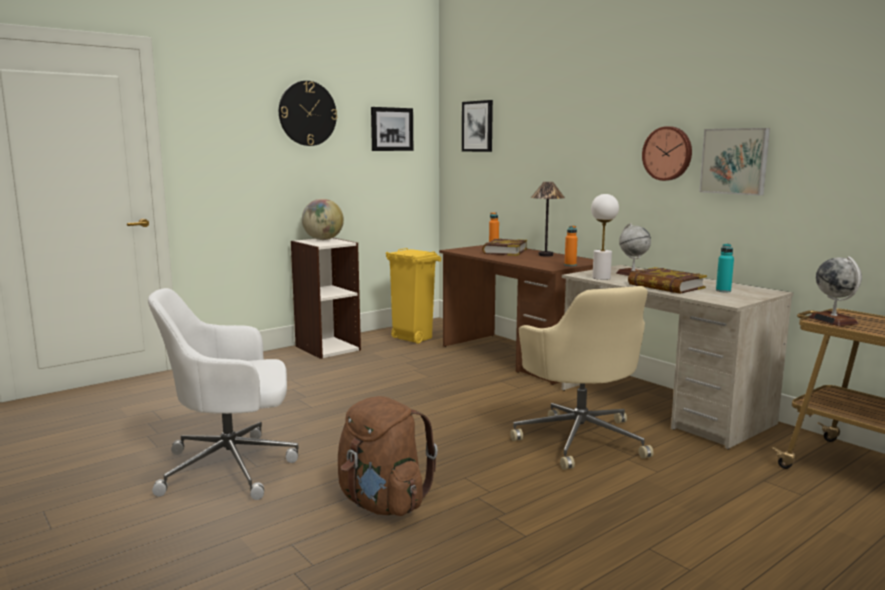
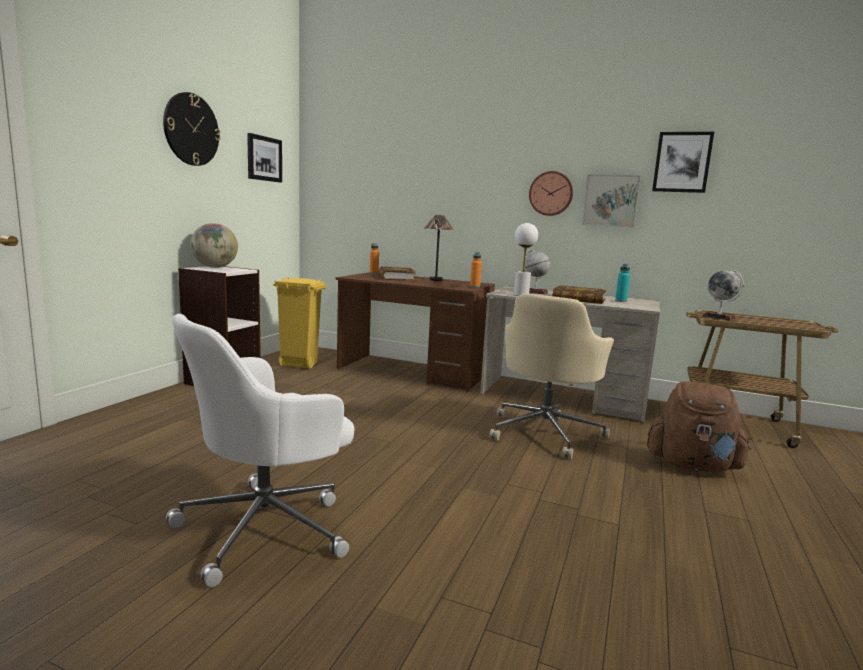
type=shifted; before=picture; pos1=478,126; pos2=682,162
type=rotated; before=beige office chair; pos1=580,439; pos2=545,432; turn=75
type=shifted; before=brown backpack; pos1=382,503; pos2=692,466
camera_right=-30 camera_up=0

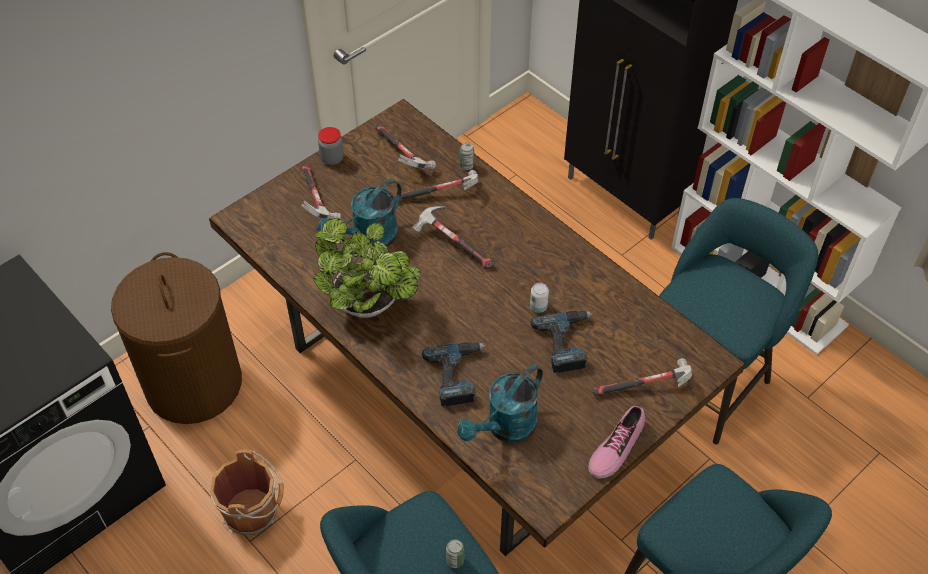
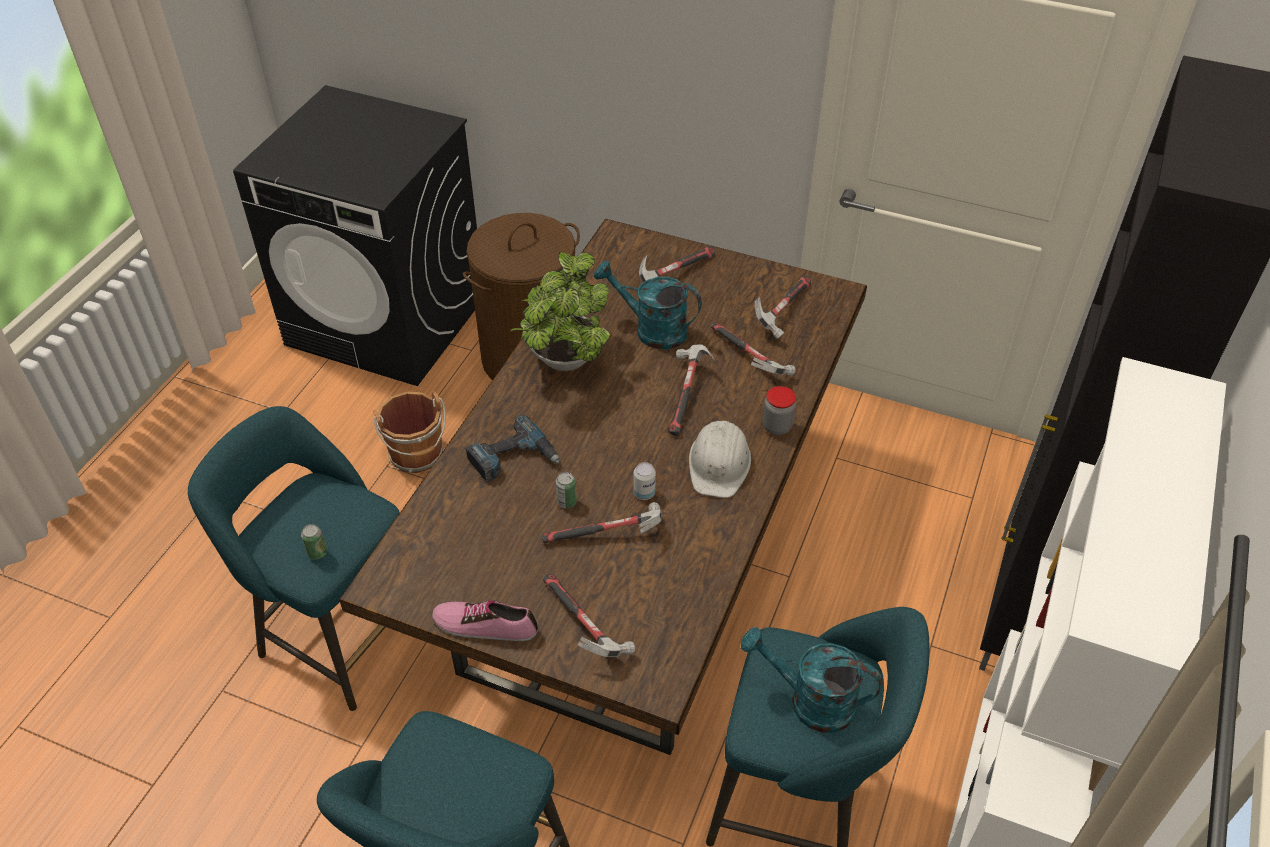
type=shifted; before=jar; pos1=332,158; pos2=777,426
type=shifted; before=can; pos1=466,166; pos2=566,502
type=swapped; before=power drill; after=hammer; pos1=567,343; pos2=607,535
type=shifted; before=turquoise watering can; pos1=505,428; pos2=810,701
type=new; after=white hard hat; pos2=719,463
camera_right=65 camera_up=-5

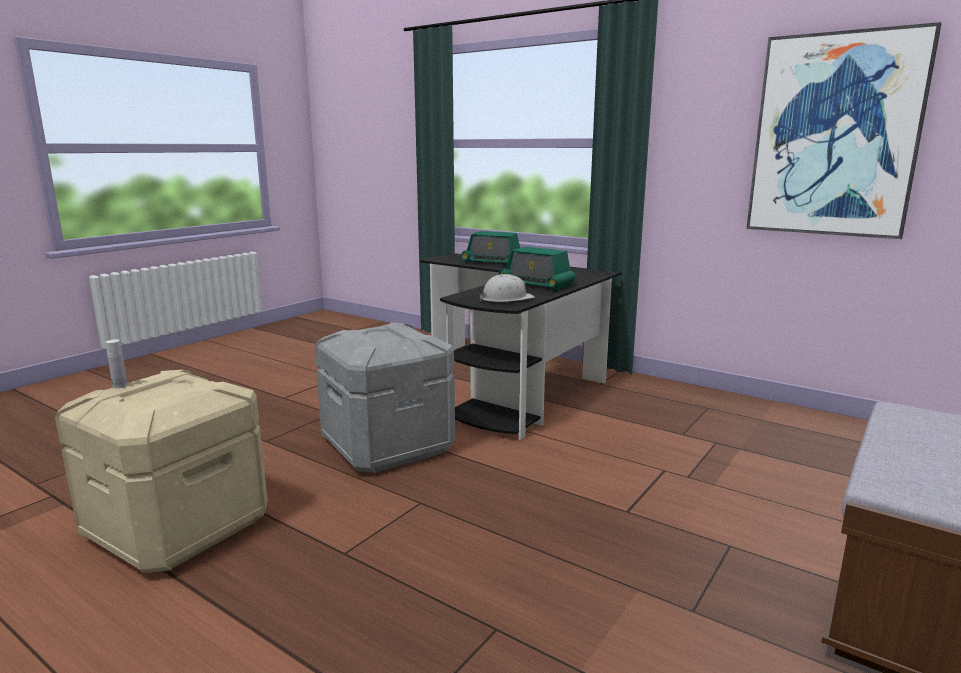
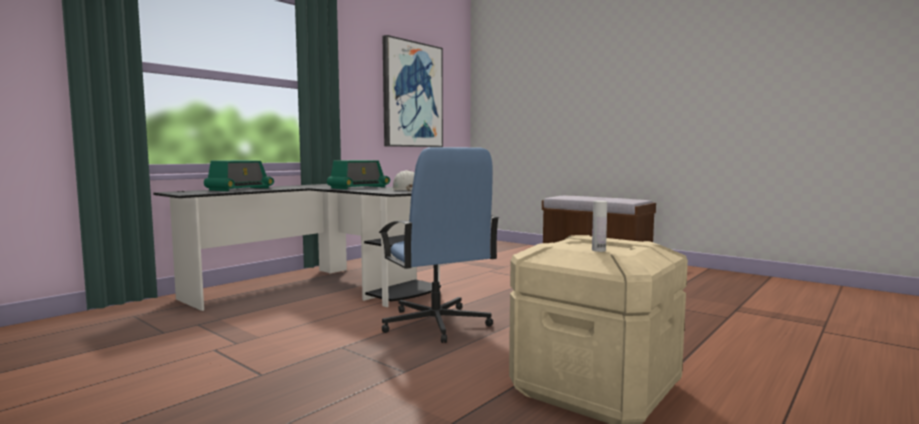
type=swapped; before=grey storage box; after=blue office chair; pos1=387,445; pos2=436,324
camera_right=-85 camera_up=-10

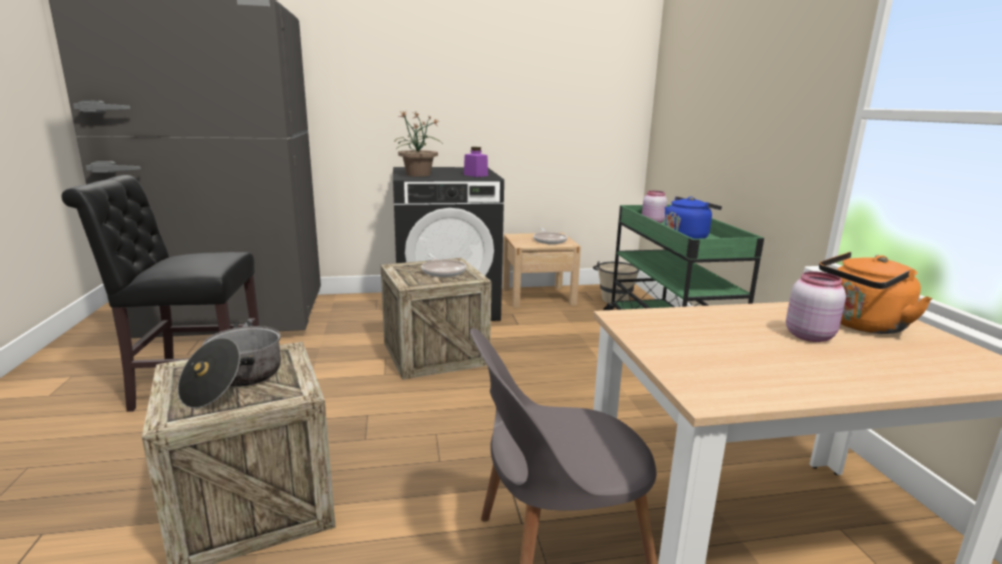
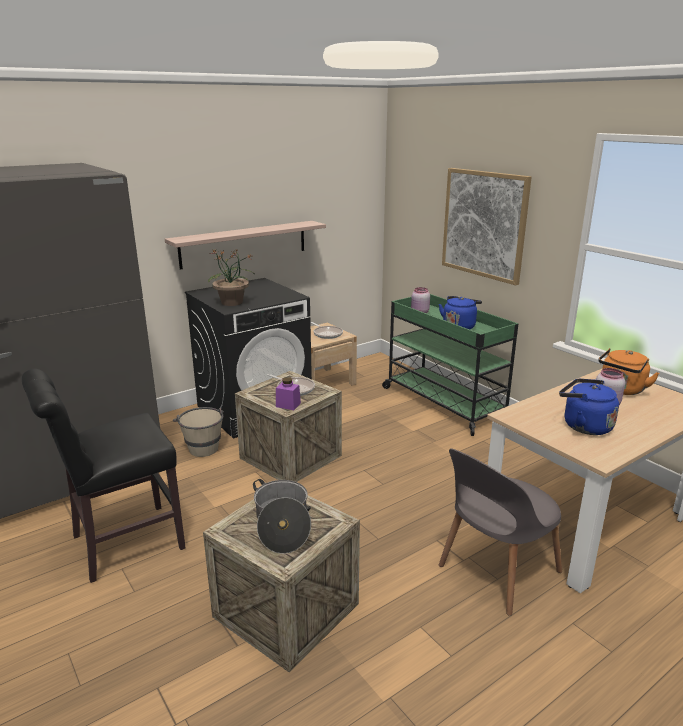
type=shifted; before=purple jar; pos1=475,175; pos2=288,405
type=shifted; before=beige bucket; pos1=614,297; pos2=202,446
type=new; after=picture; pos2=484,224
type=new; after=shelf; pos2=244,244
type=new; after=blue kettle; pos2=584,426
camera_right=-25 camera_up=5

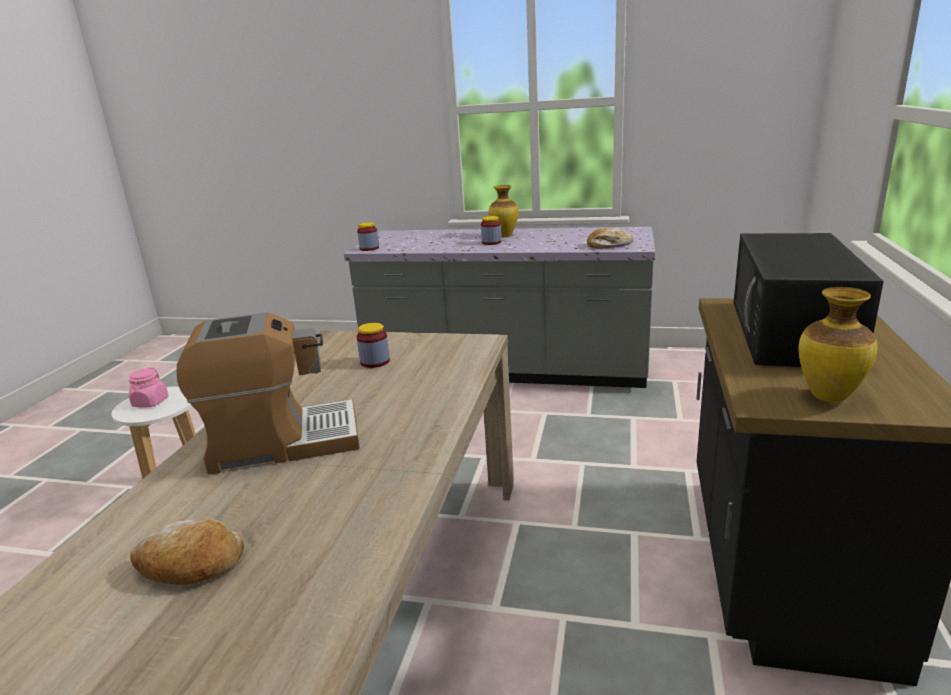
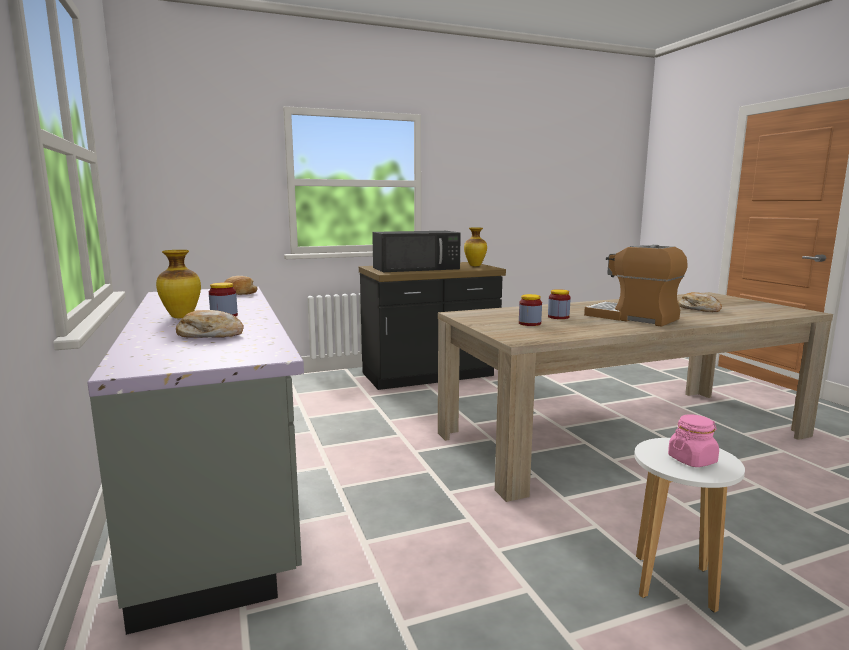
type=shifted; before=jar; pos1=369,248; pos2=558,317
type=new; after=bread; pos2=210,335
camera_right=-125 camera_up=-10

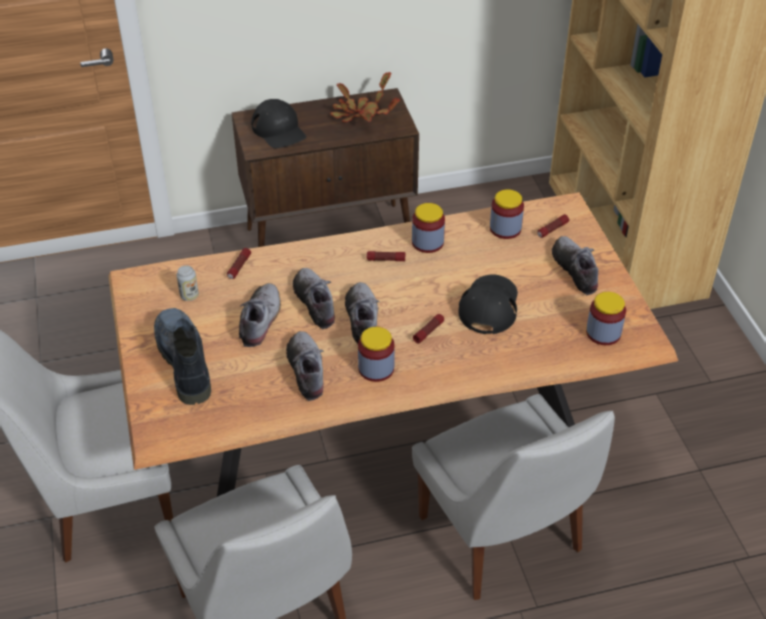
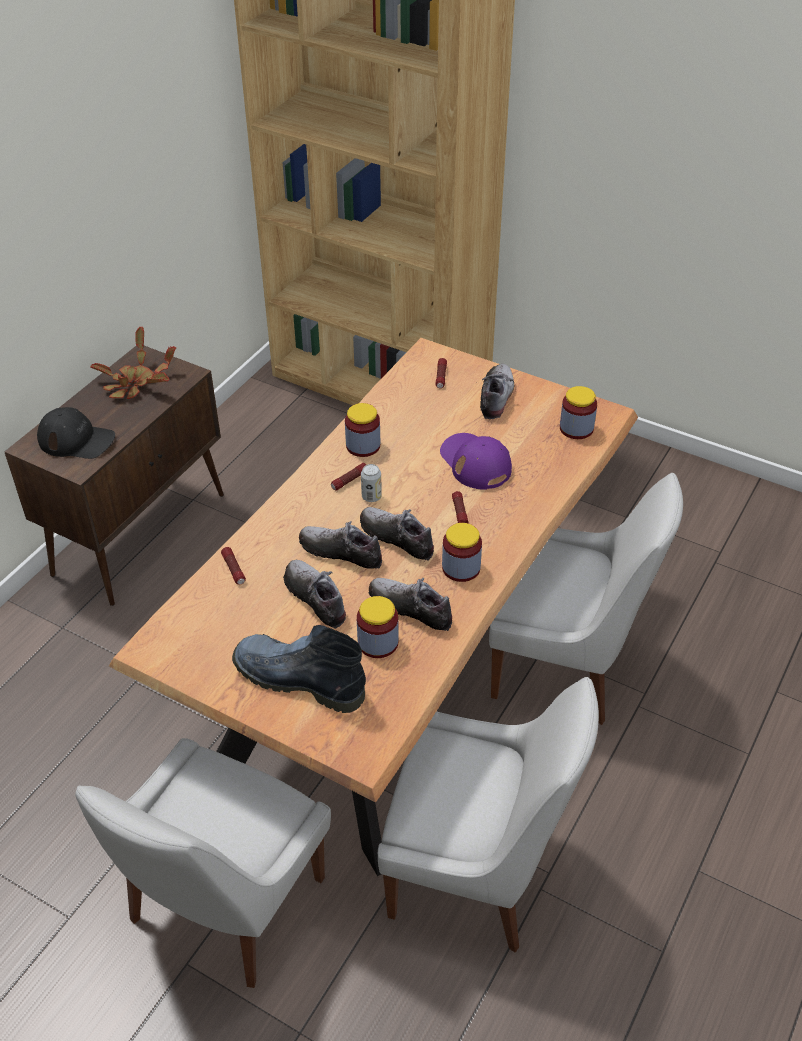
type=shifted; before=jar; pos1=505,229; pos2=378,642
type=rotated; before=shoe; pos1=575,269; pos2=496,396; turn=75
type=shifted; before=can; pos1=189,296; pos2=371,497
type=repainted; before=black cap; after=purple cap; pos1=489,306; pos2=475,462
camera_right=-45 camera_up=0

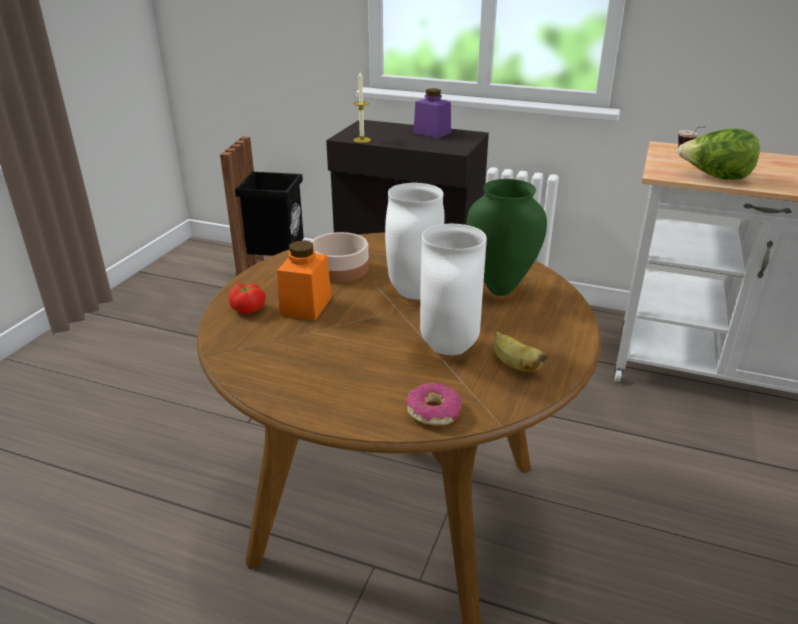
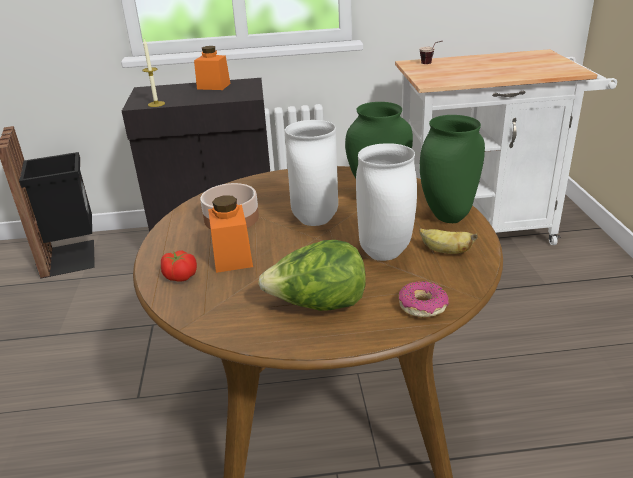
type=repainted; before=purple jar; after=orange jar; pos1=432,132; pos2=213,86
type=shifted; before=lettuce; pos1=715,177; pos2=318,306
type=new; after=green vase; pos2=447,216
camera_right=-25 camera_up=0

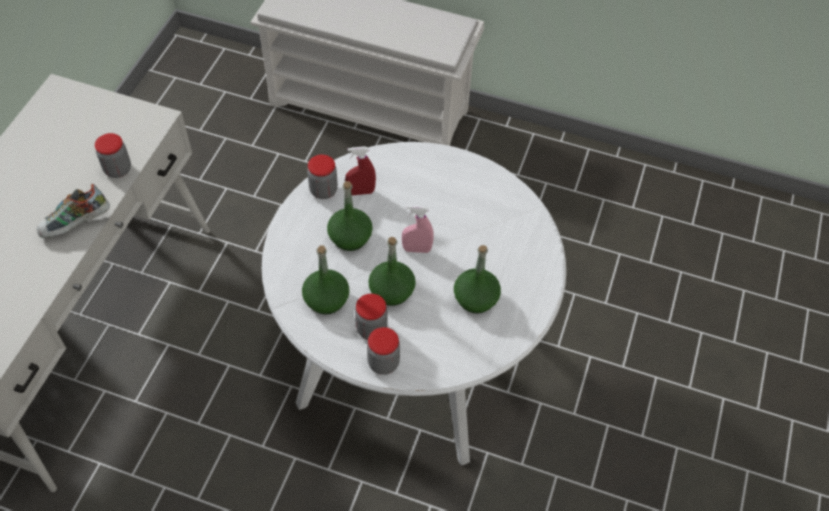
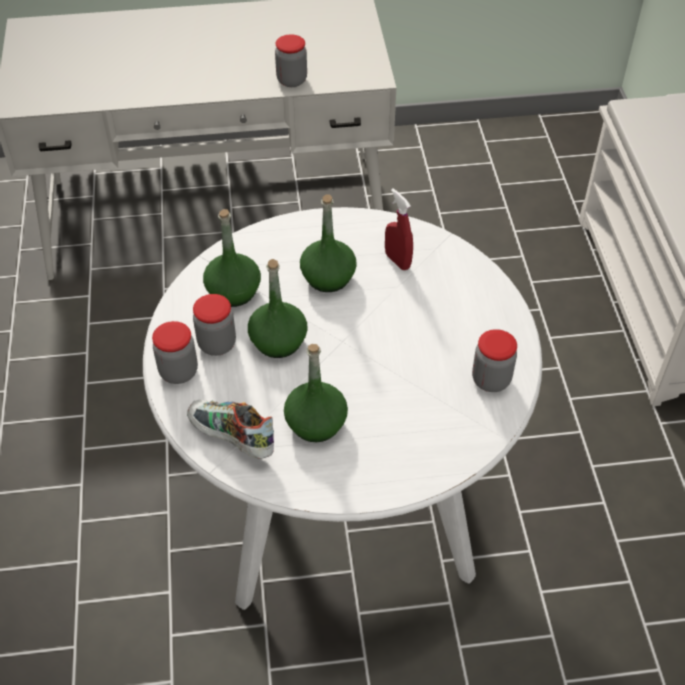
type=shifted; before=jar; pos1=323,190; pos2=491,380
type=shifted; before=shoe; pos1=76,225; pos2=231,438
type=gone; before=pink spray bottle; pos1=417,249
camera_right=65 camera_up=-5

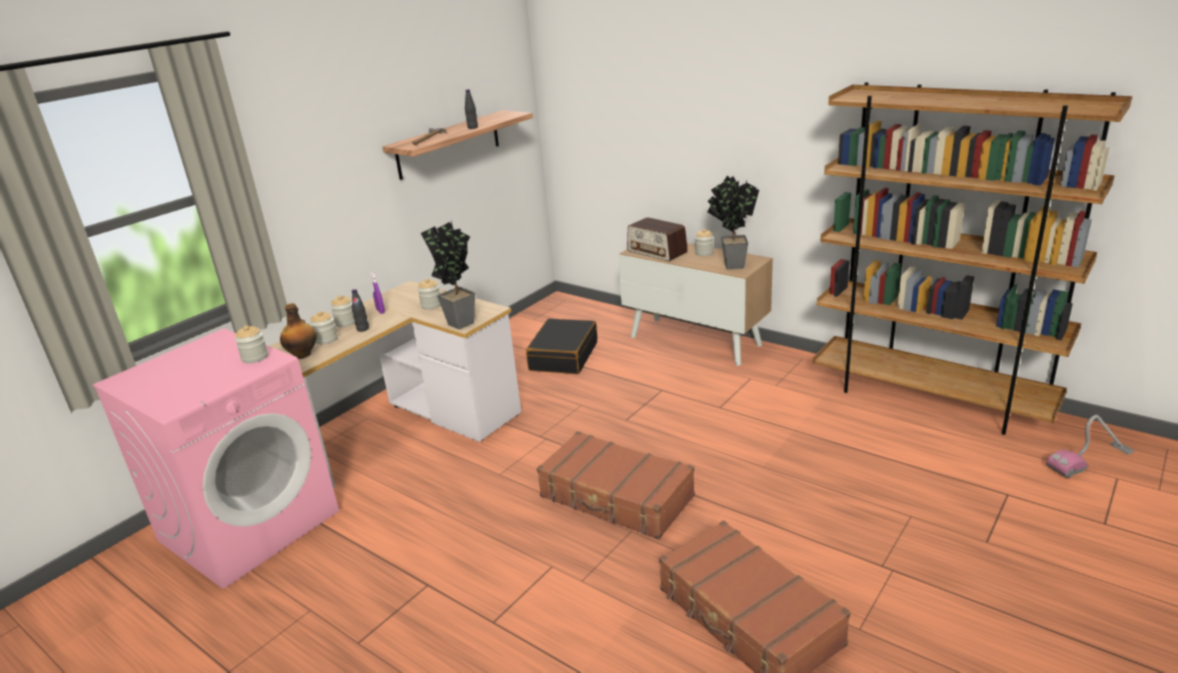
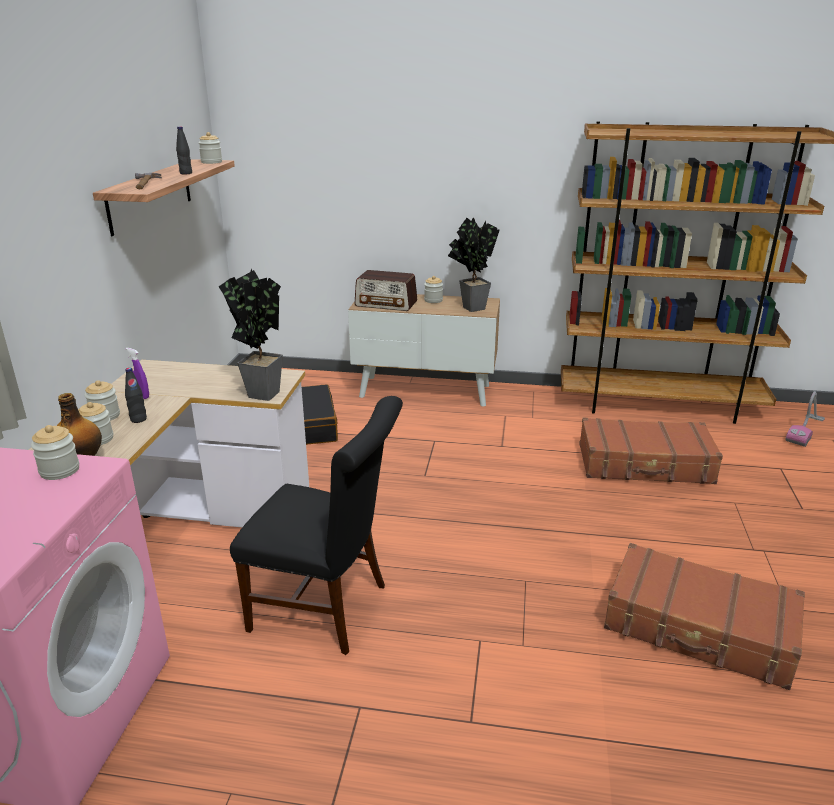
type=shifted; before=jar; pos1=431,305; pos2=211,162
type=shifted; before=brown suitcase; pos1=616,497; pos2=645,464
type=new; after=black chair; pos2=327,608
camera_right=-30 camera_up=0

